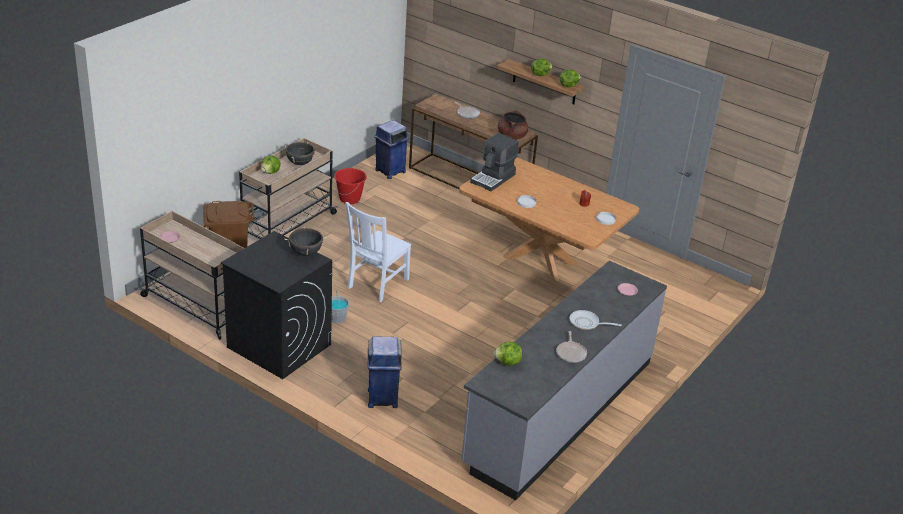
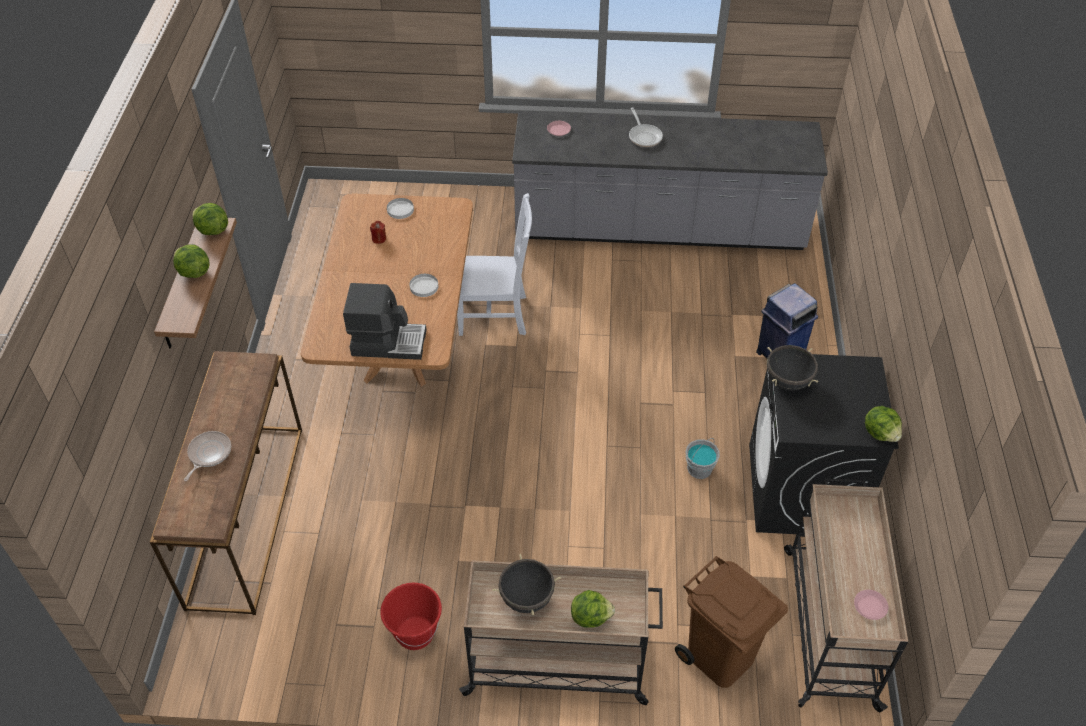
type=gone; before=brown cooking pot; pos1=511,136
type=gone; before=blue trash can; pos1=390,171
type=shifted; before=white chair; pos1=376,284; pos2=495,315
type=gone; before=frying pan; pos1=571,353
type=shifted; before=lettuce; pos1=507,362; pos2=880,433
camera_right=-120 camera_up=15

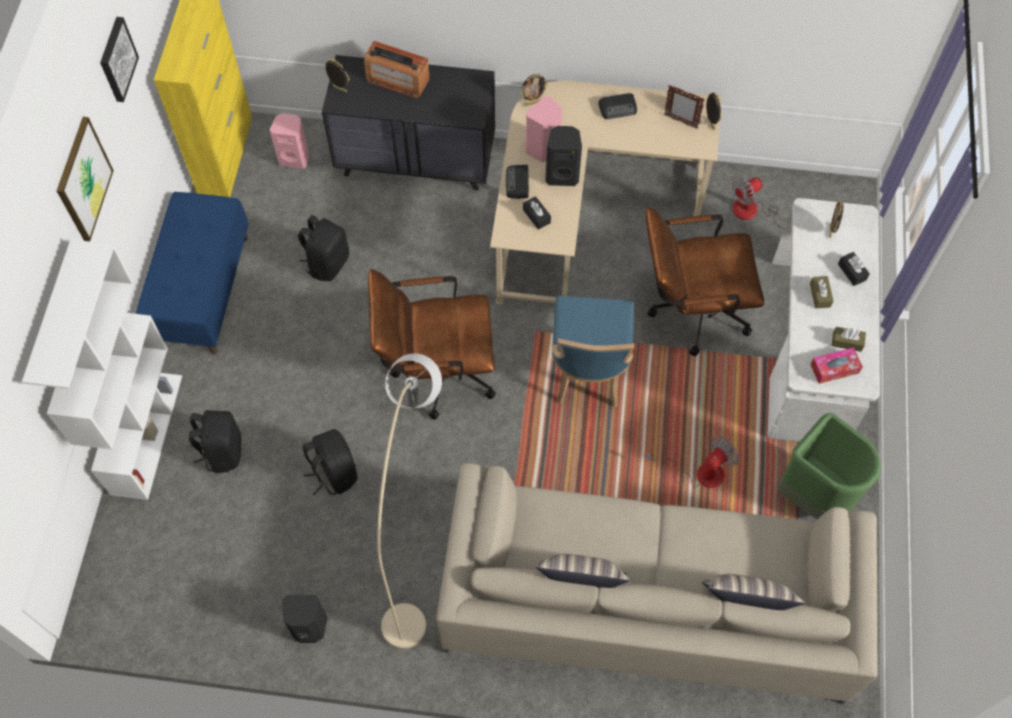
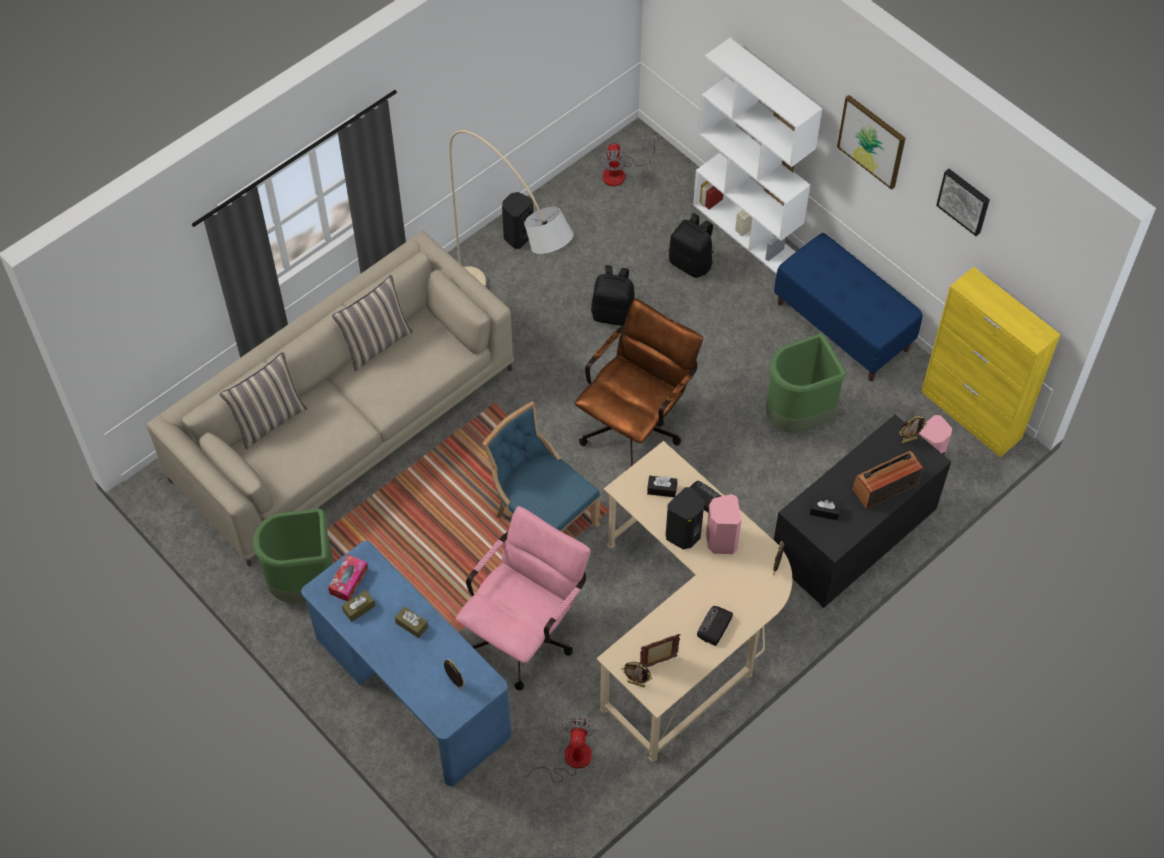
type=repainted; before=white desk; after=blue desk; pos1=809,349; pos2=411,688
type=repainted; before=brown office chair; after=pink office chair; pos1=690,310; pos2=525,632
type=swapped; before=black backpack; after=green trash can; pos1=327,263; pos2=798,417
type=shifted; before=black tissue box; pos1=852,272; pos2=824,511
type=shifted; before=fan; pos1=699,473; pos2=620,173
camera_right=130 camera_up=-5

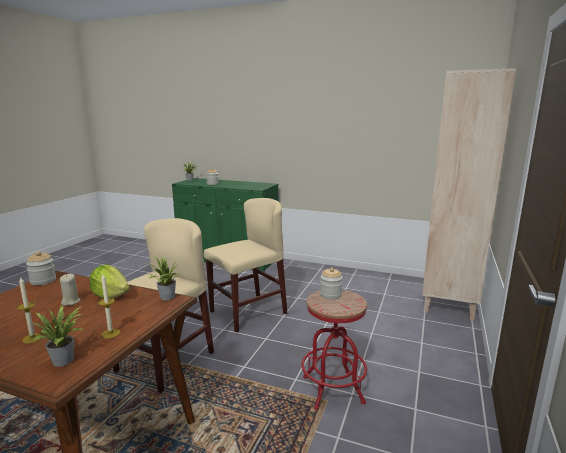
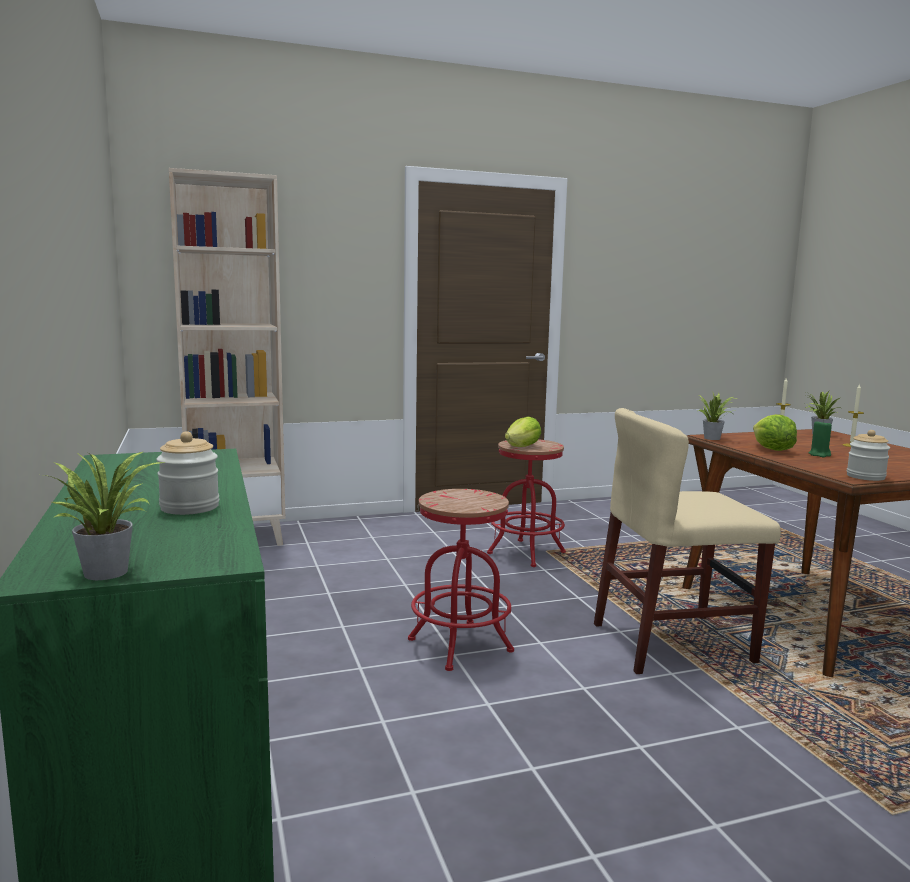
type=swapped; before=beige chair; after=red stool; pos1=248,312; pos2=460,645
type=swapped; before=jar; after=lettuce; pos1=330,294; pos2=523,447
type=repainted; before=beige candle; after=green candle; pos1=70,302; pos2=819,455
camera_right=-130 camera_up=-5

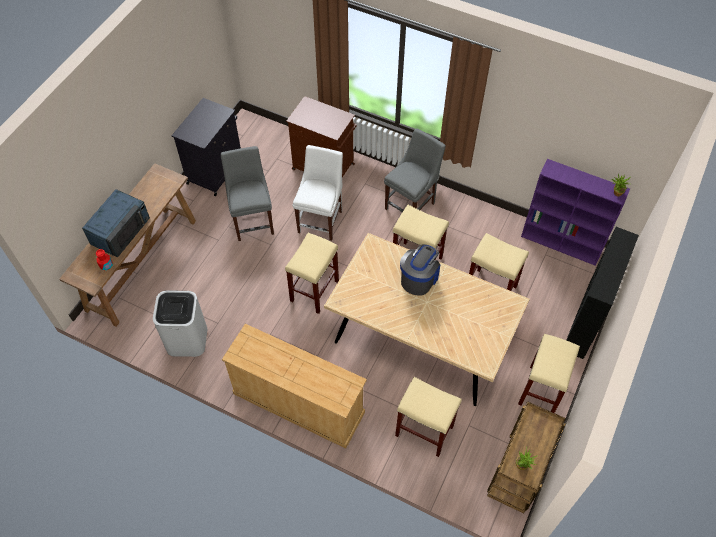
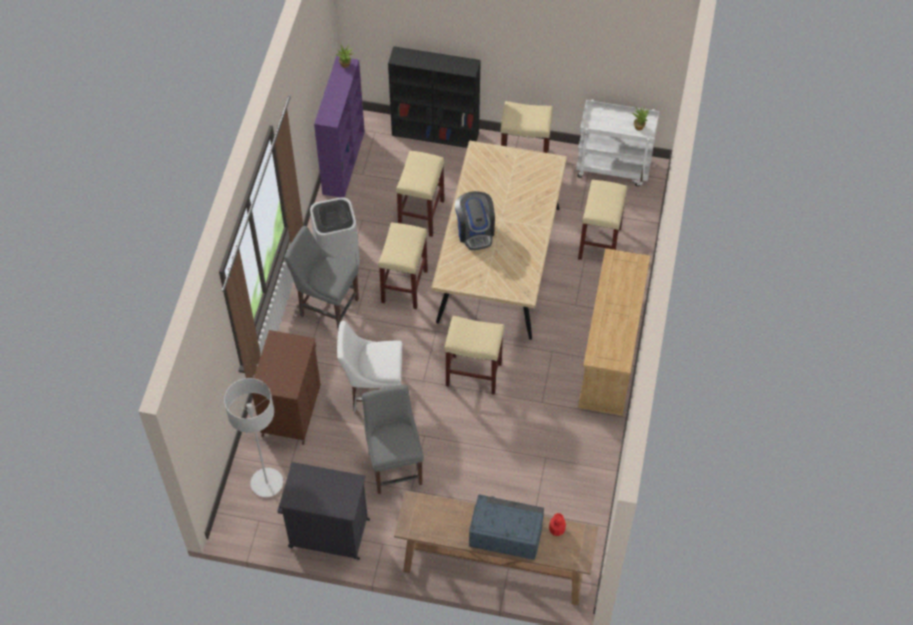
type=rotated; before=grey chair; pos1=253,220; pos2=395,465; turn=105
type=rotated; before=coffee machine; pos1=419,278; pos2=475,231; turn=-120
type=shifted; before=white trash can; pos1=186,339; pos2=337,256
type=repainted; before=brown cart; after=white cart; pos1=518,474; pos2=614,167
type=new; after=grey floor lamp; pos2=267,483
camera_right=-105 camera_up=0

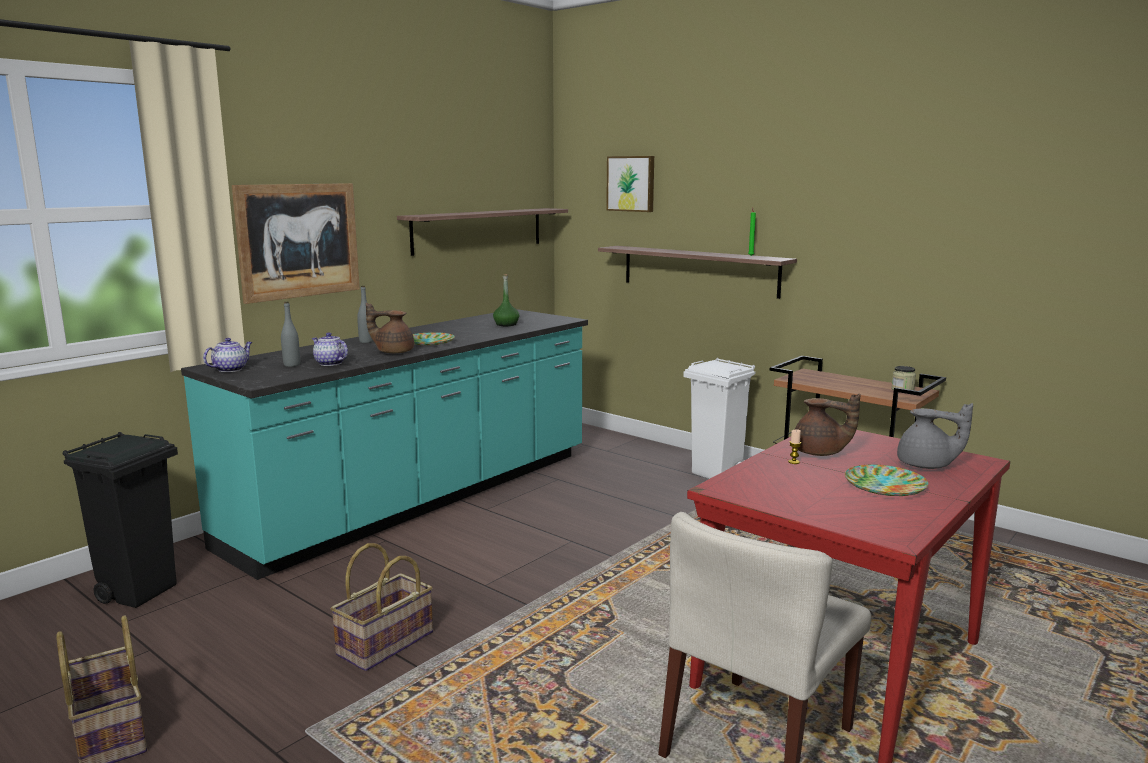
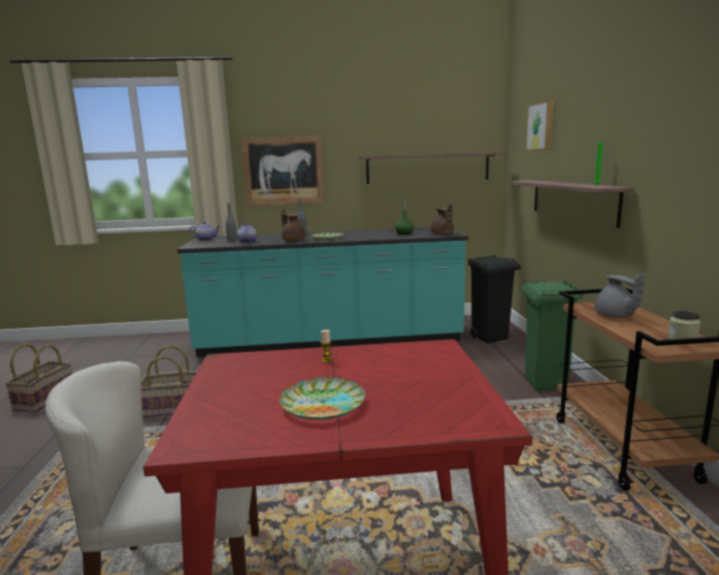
type=repainted; before=white trash can; after=green trash can; pos1=716,474; pos2=545,384
type=shifted; before=brown teapot; pos1=820,453; pos2=442,234
type=shifted; before=grey teapot; pos1=926,466; pos2=615,316
type=shifted; before=black trash can; pos1=140,592; pos2=490,338
camera_right=45 camera_up=0

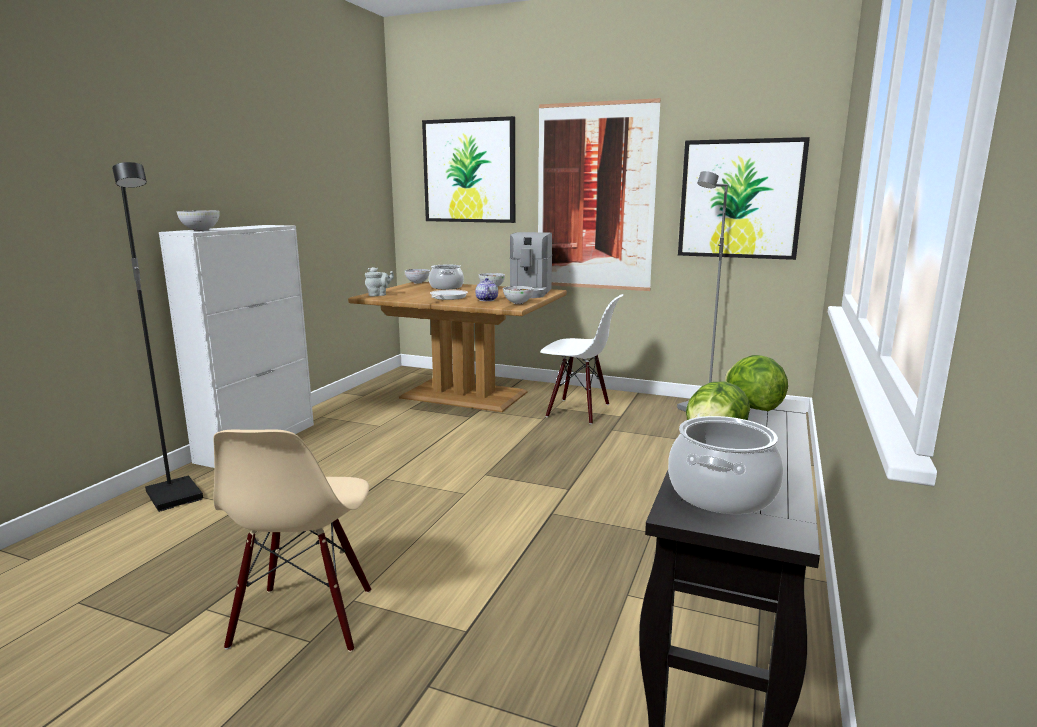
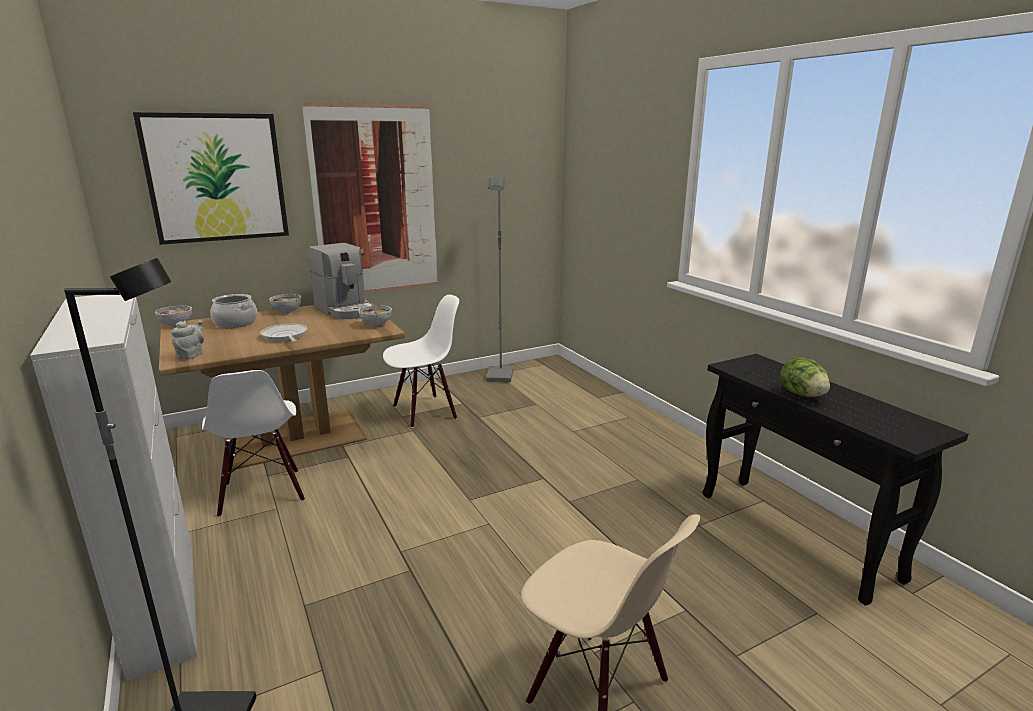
type=gone; before=picture; pos1=740,199
type=gone; before=bowl; pos1=200,230
type=gone; before=teapot; pos1=486,300
type=gone; before=lettuce; pos1=752,407
type=gone; before=cooking pot; pos1=722,494
type=new; after=white chair; pos2=262,493
camera_right=-50 camera_up=5

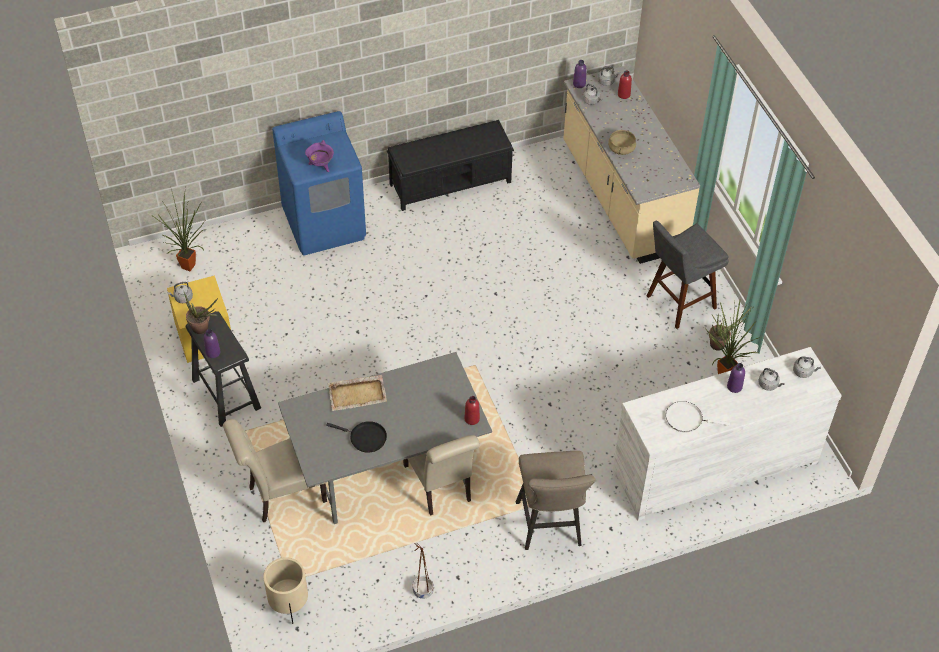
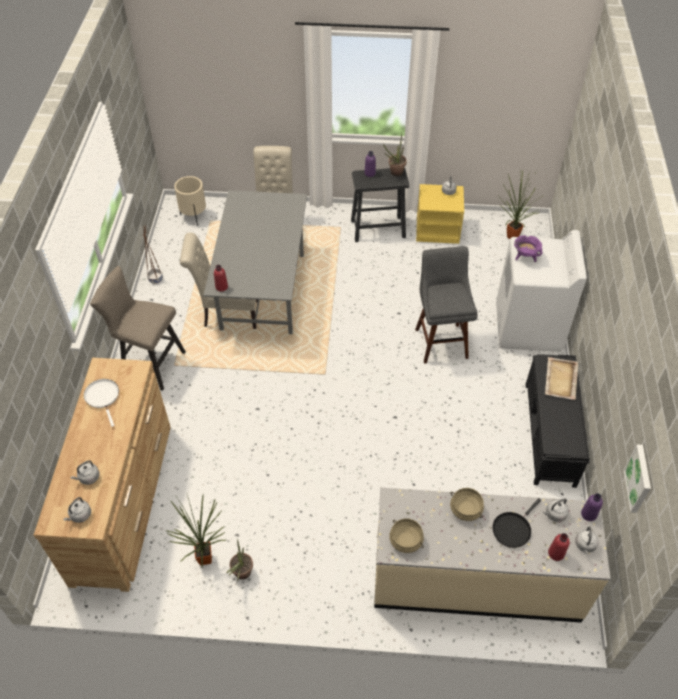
type=repainted; before=blue washing machine; after=white washing machine; pos1=325,224; pos2=528,327
type=shifted; before=grey stool; pos1=678,303; pos2=440,341
type=repainted; before=white dresser; after=brown dresser; pos1=714,466; pos2=123,499
type=gone; before=purple bottle; pos1=734,387
type=shifted; before=beige tray; pos1=358,394; pos2=560,380
type=rotated; before=white frying pan; pos1=686,419; pos2=103,397; turn=-60
type=shifted; before=black frying pan; pos1=365,438; pos2=512,529
type=new; after=picture; pos2=639,479
type=new; after=beige cooking pot; pos2=406,540
camera_right=115 camera_up=0

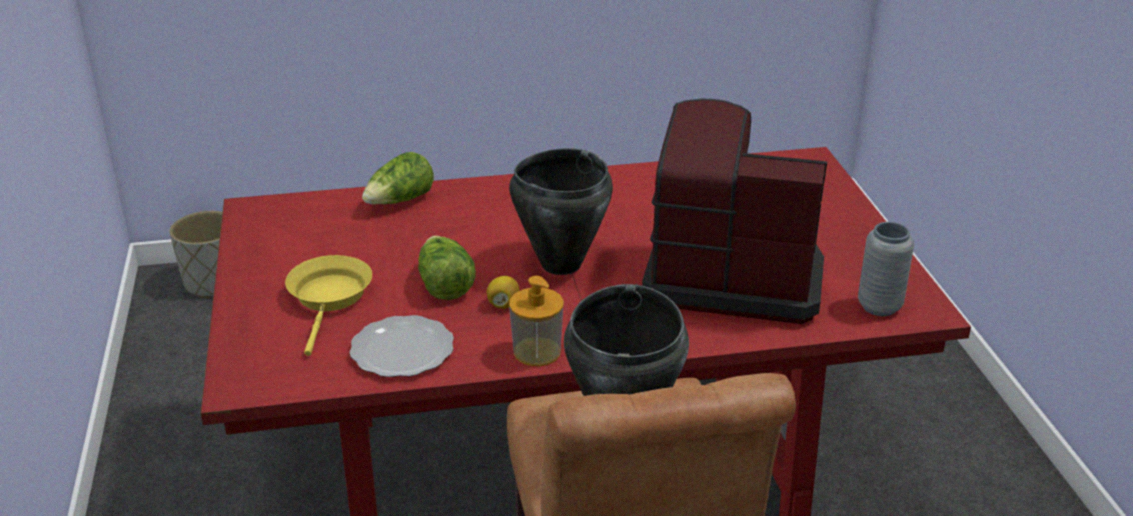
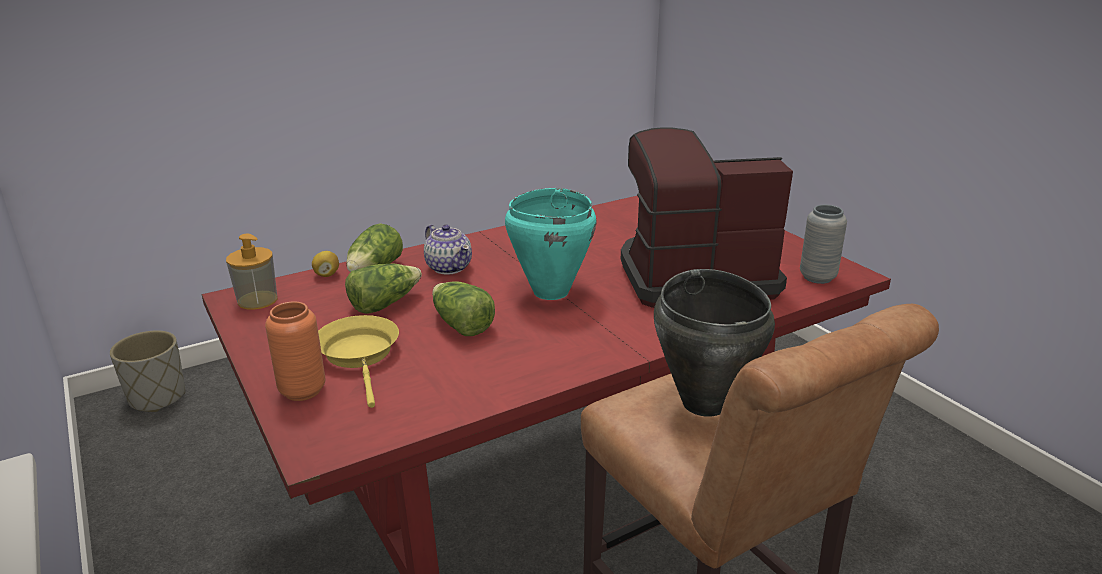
type=repainted; before=black cooking pot; after=turquoise cooking pot; pos1=560,264; pos2=550,292
type=shifted; before=lemon; pos1=503,304; pos2=327,274
type=shifted; before=soap dispenser; pos1=537,352; pos2=257,300
type=gone; before=plate; pos1=404,350
type=new; after=teapot; pos2=449,267
type=new; after=lettuce; pos2=384,304
type=new; after=orange vase; pos2=302,391
camera_right=-20 camera_up=-5

